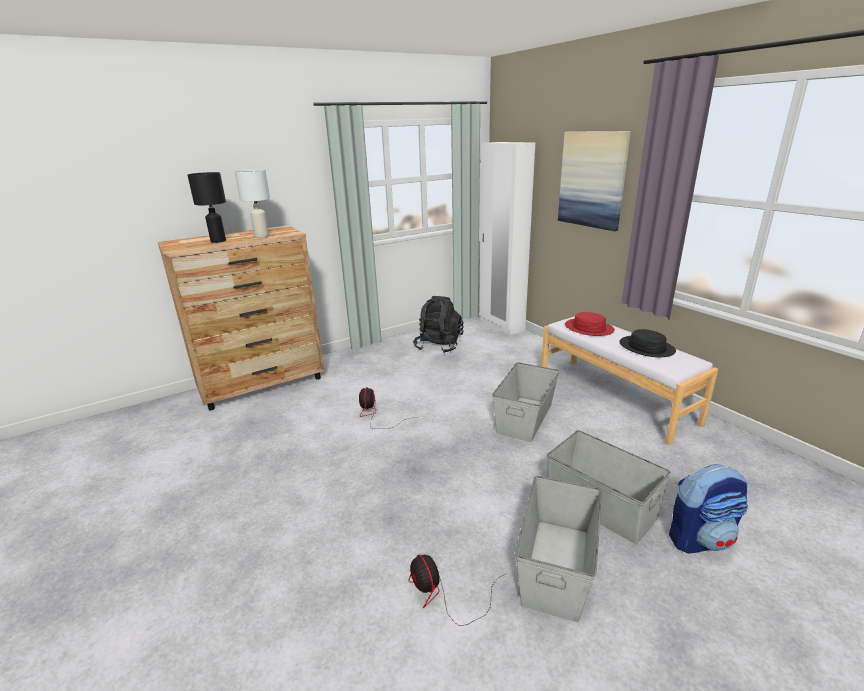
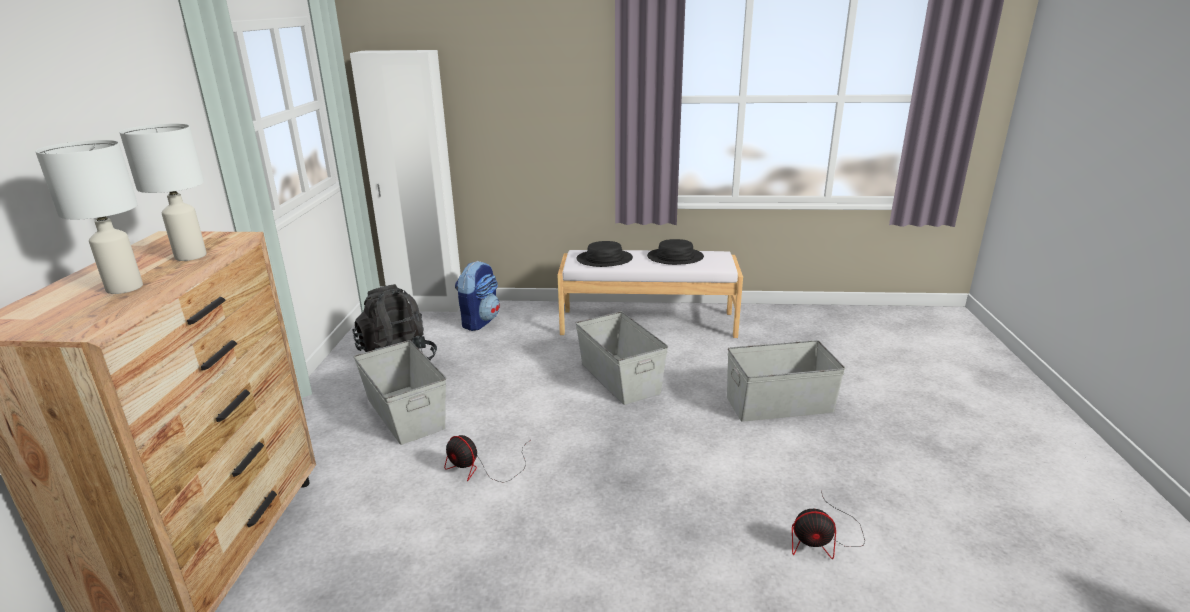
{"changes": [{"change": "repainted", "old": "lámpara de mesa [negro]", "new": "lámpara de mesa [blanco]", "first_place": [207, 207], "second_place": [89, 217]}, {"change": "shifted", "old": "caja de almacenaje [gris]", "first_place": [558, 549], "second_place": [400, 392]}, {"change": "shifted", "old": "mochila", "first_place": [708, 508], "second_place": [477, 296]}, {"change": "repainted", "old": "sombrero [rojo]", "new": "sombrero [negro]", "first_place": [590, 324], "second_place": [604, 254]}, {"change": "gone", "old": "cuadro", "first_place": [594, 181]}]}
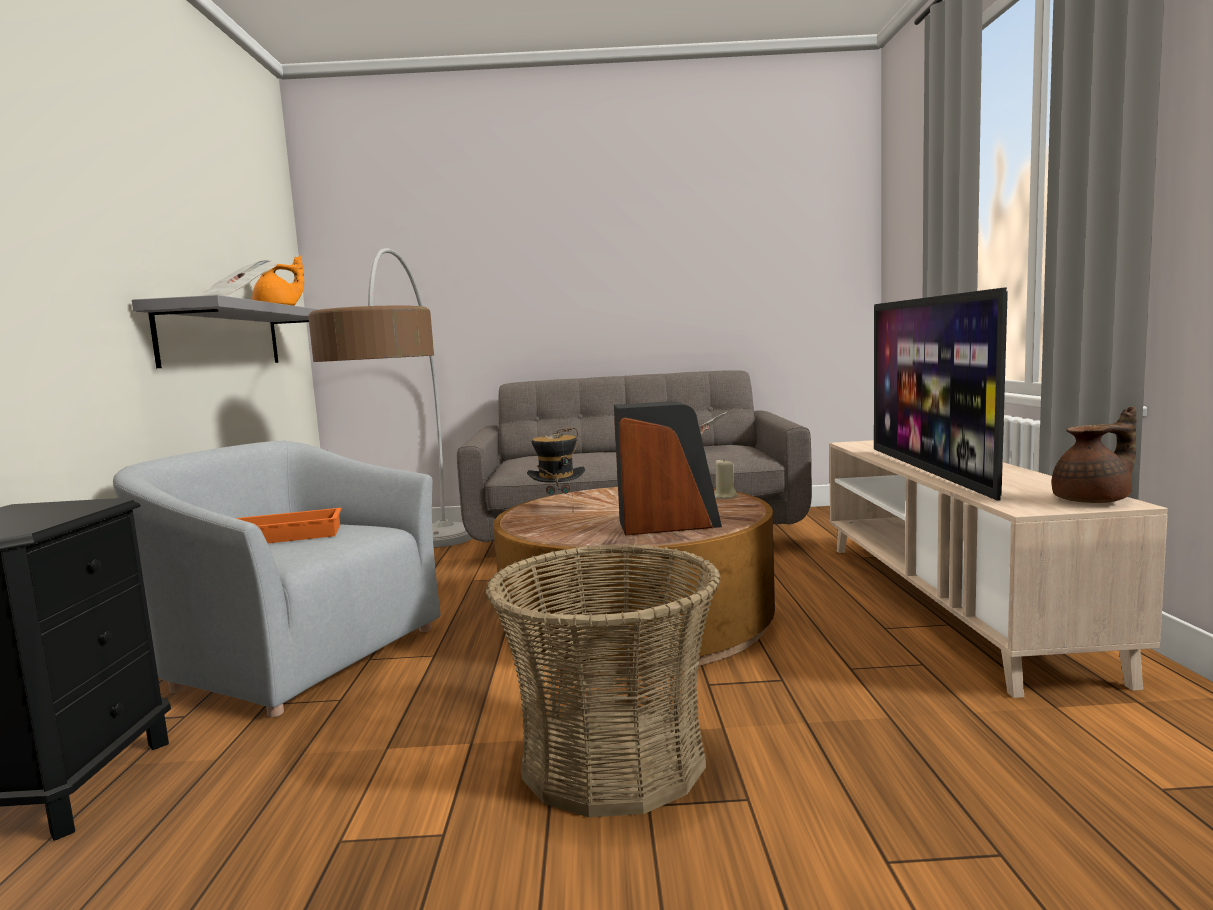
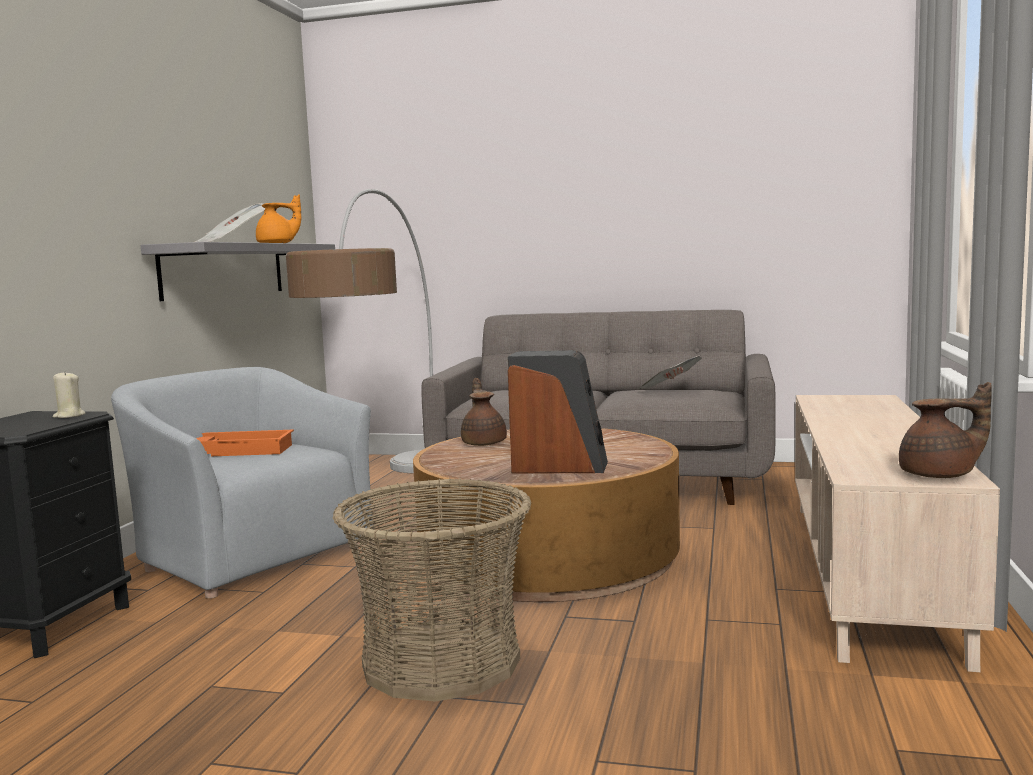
{"changes": [{"change": "shifted", "old": "vela [beis]", "first_place": [725, 478], "second_place": [69, 394]}, {"change": "swapped", "old": "sombrero", "new": "tetera [marrón]", "first_place": [556, 469], "second_place": [484, 412]}, {"change": "gone", "old": "televisor", "first_place": [941, 394]}]}
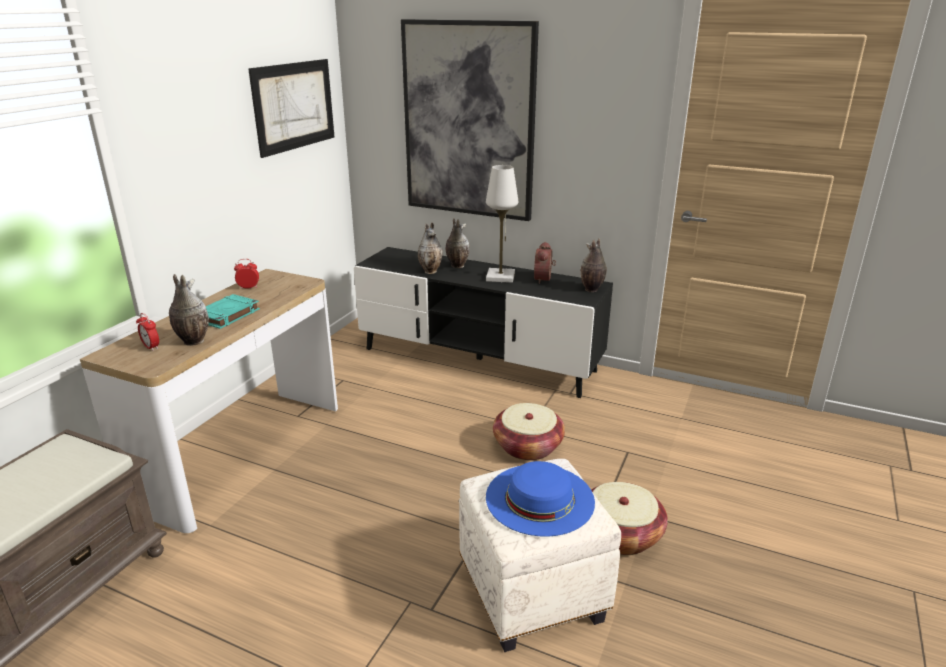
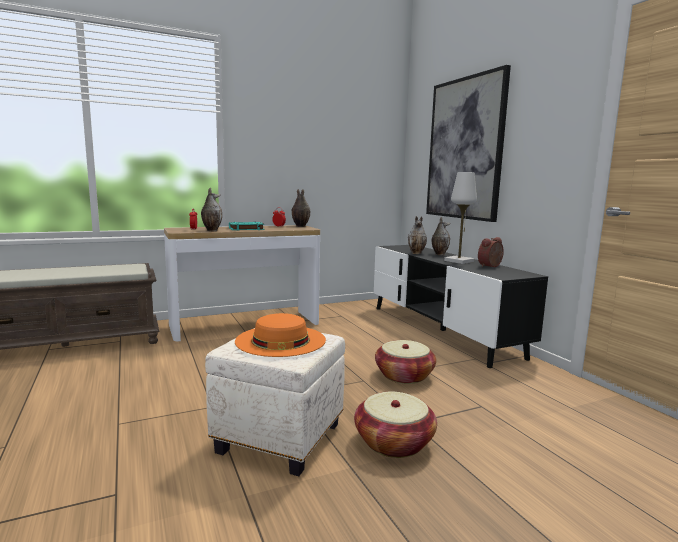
{"changes": [{"change": "repainted", "old": "sombrero [azul]", "new": "sombrero [naranja]", "first_place": [540, 499], "second_place": [280, 335]}, {"change": "shifted", "old": "florero", "first_place": [593, 265], "second_place": [301, 208]}, {"change": "gone", "old": "cuadro", "first_place": [291, 108]}]}
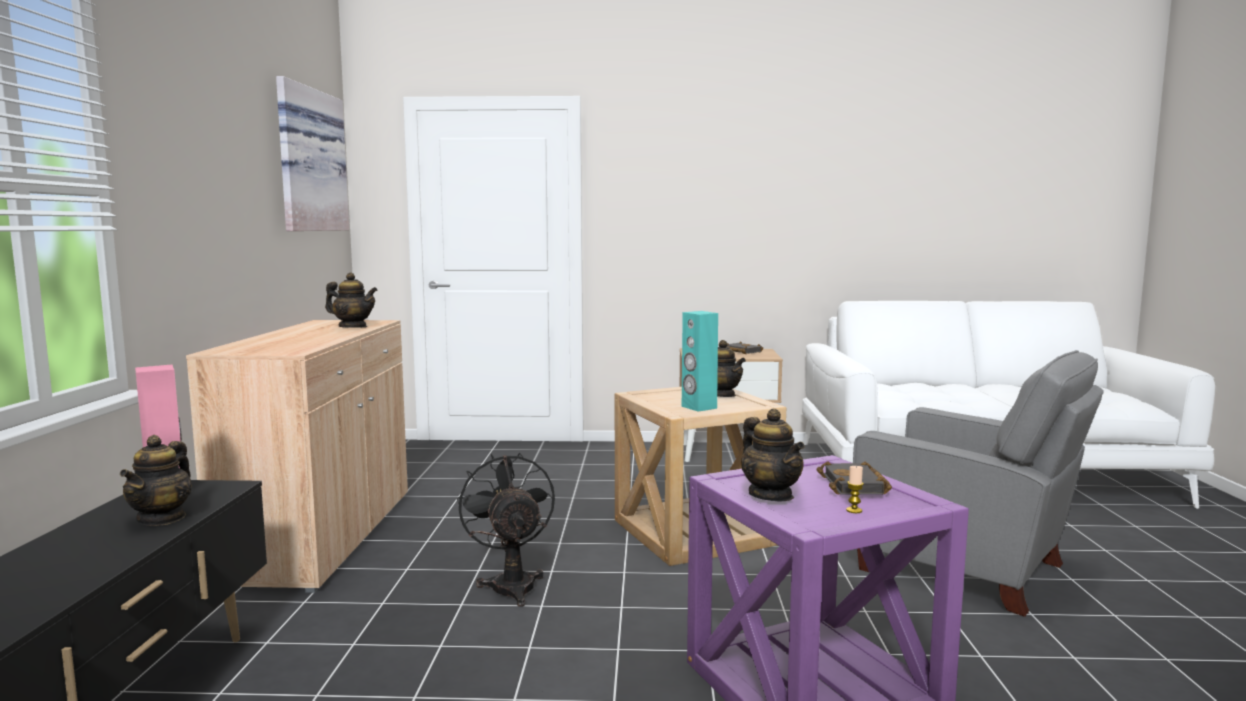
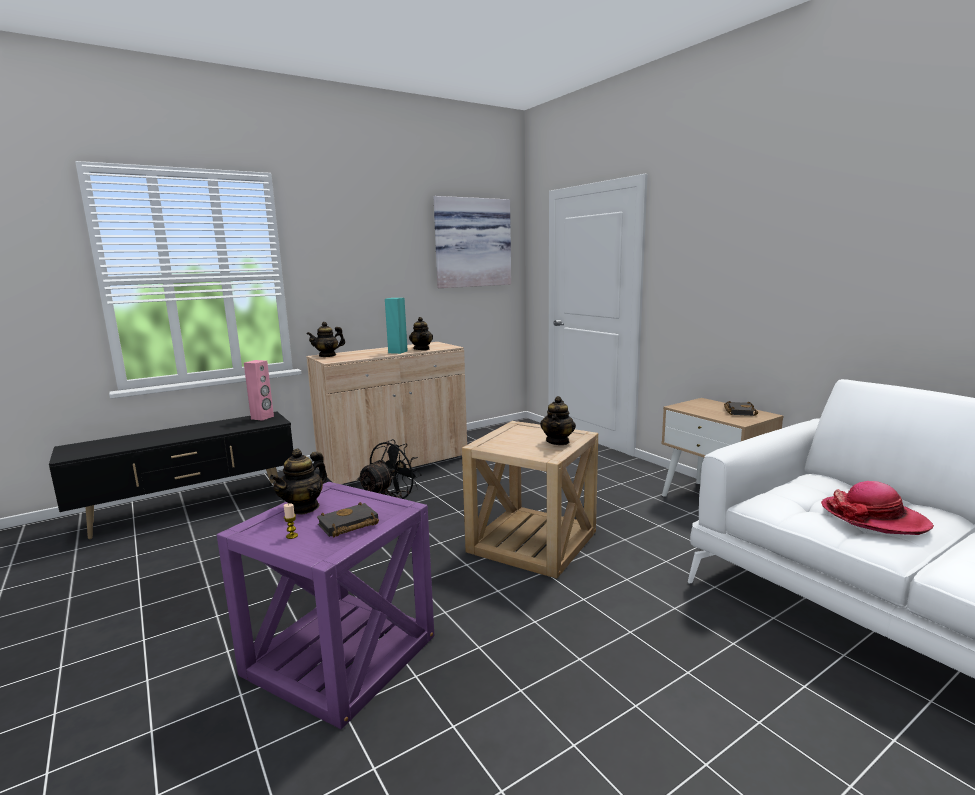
{"changes": [{"change": "shifted", "old": "tetera", "first_place": [155, 480], "second_place": [326, 339]}, {"change": "shifted", "old": "altavoz [turquesa]", "first_place": [700, 361], "second_place": [396, 326]}, {"change": "new", "new": "sombrero", "second_place": [877, 508]}, {"change": "gone", "old": "sillón [gris]", "first_place": [978, 483]}]}
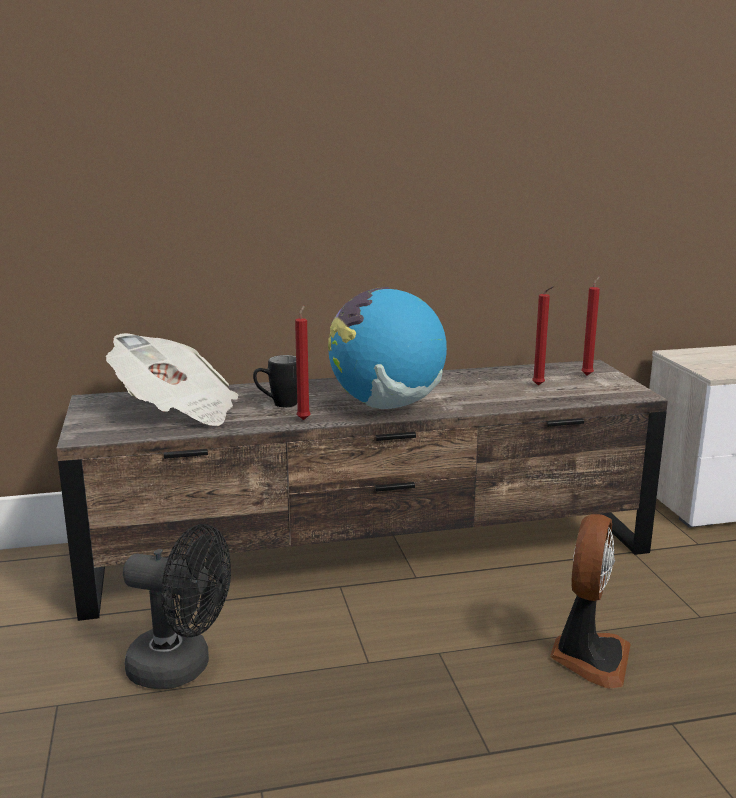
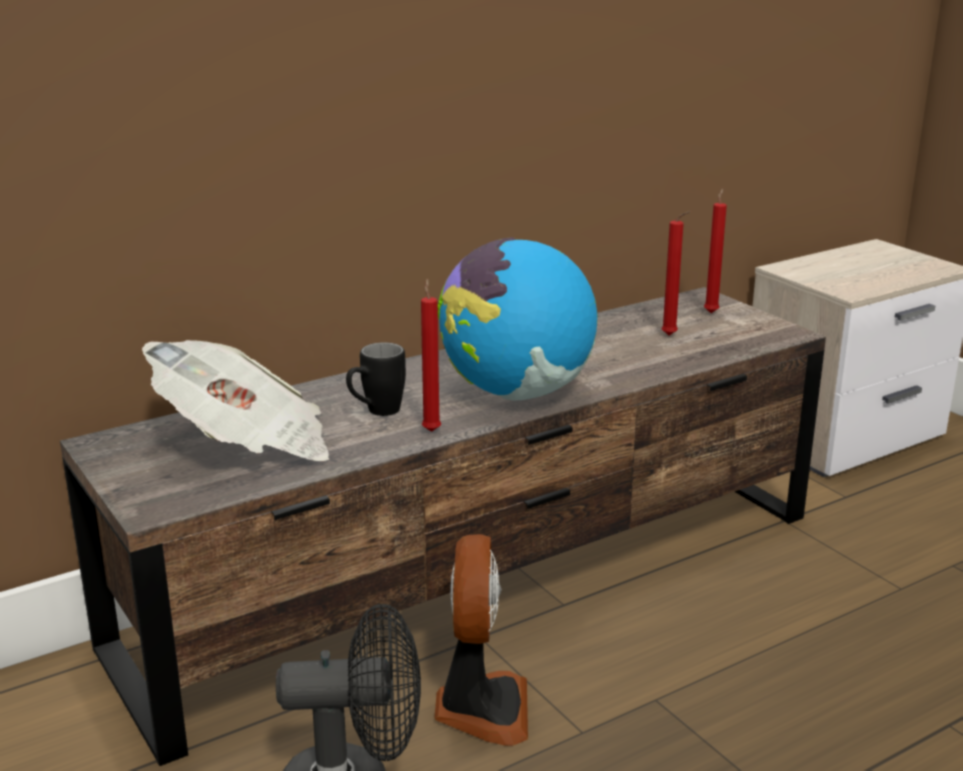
{"changes": [{"change": "shifted", "old": "ventilador", "first_place": [590, 601], "second_place": [481, 640]}]}
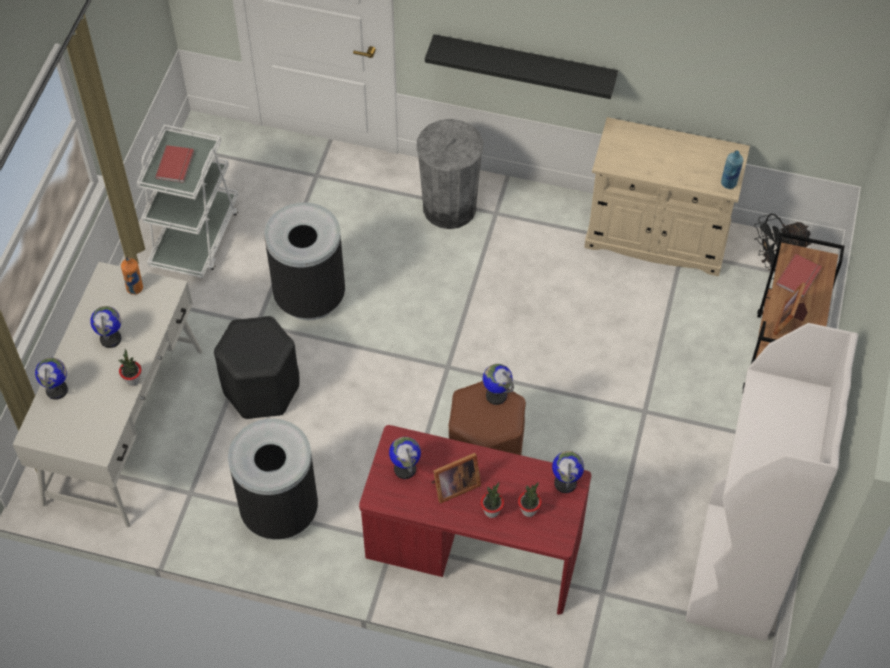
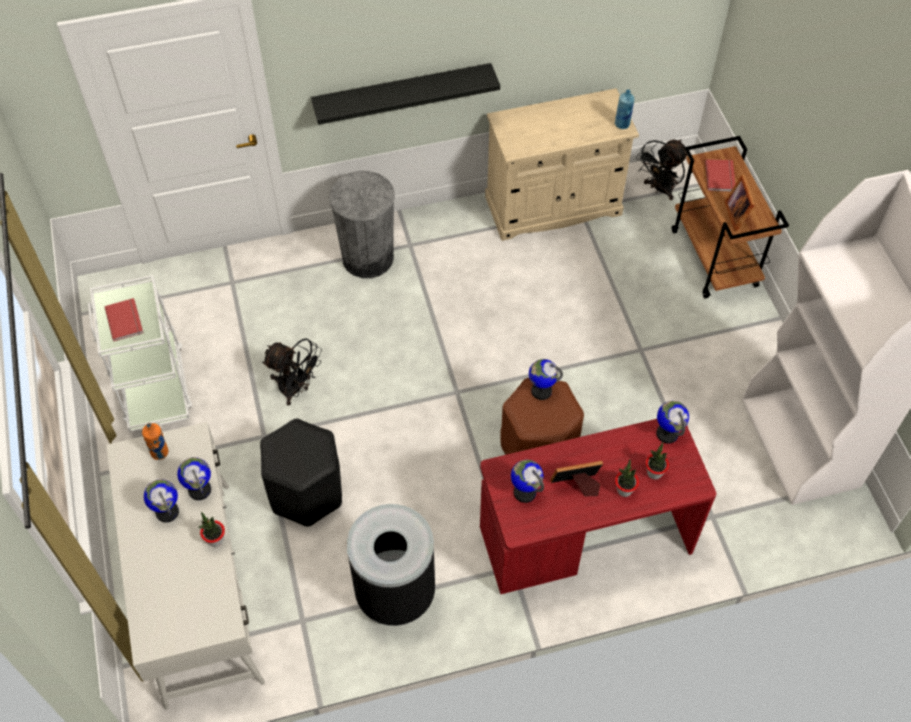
{"changes": [{"change": "shifted", "old": "globo terráqueo", "first_place": [51, 378], "second_place": [194, 478]}, {"change": "swapped", "old": "papelera [negro]", "new": "ventilador [negro]", "first_place": [304, 261], "second_place": [292, 371]}, {"change": "rotated", "old": "portarretratos", "first_place": [456, 478], "second_place": [576, 479], "degrees": -135}]}
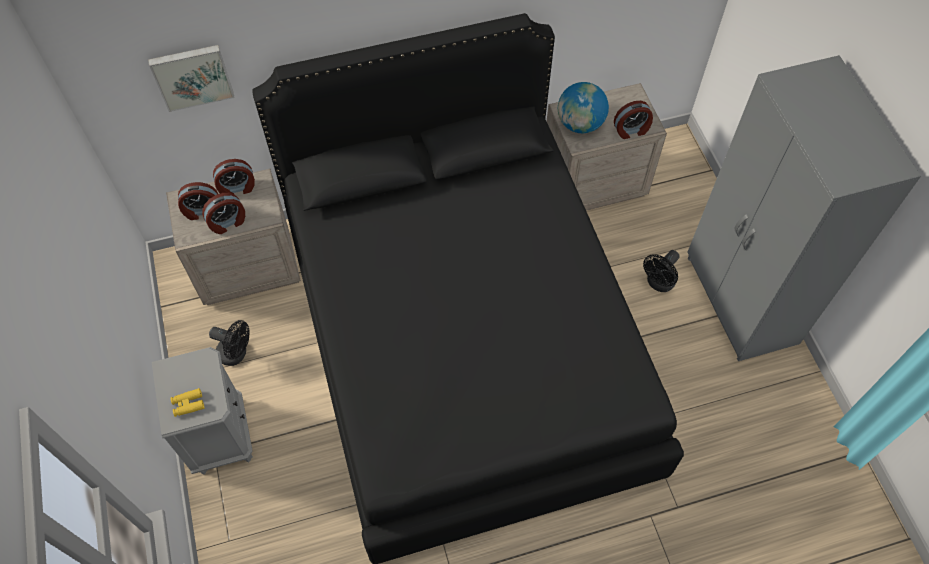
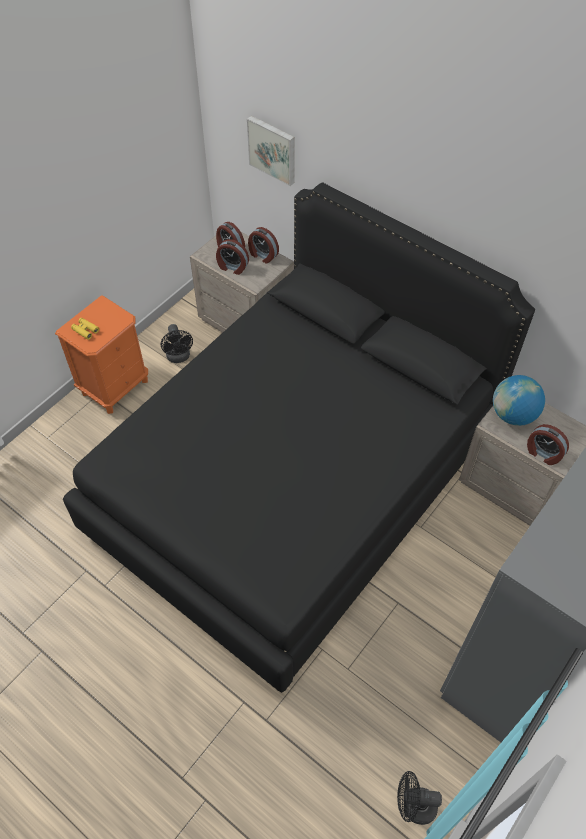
{"changes": [{"change": "repainted", "old": "mesita de noche [gris]", "new": "mesita de noche [naranja]", "first_place": [202, 411], "second_place": [101, 354]}, {"change": "shifted", "old": "ventilador [negro]", "first_place": [661, 271], "second_place": [419, 798]}]}
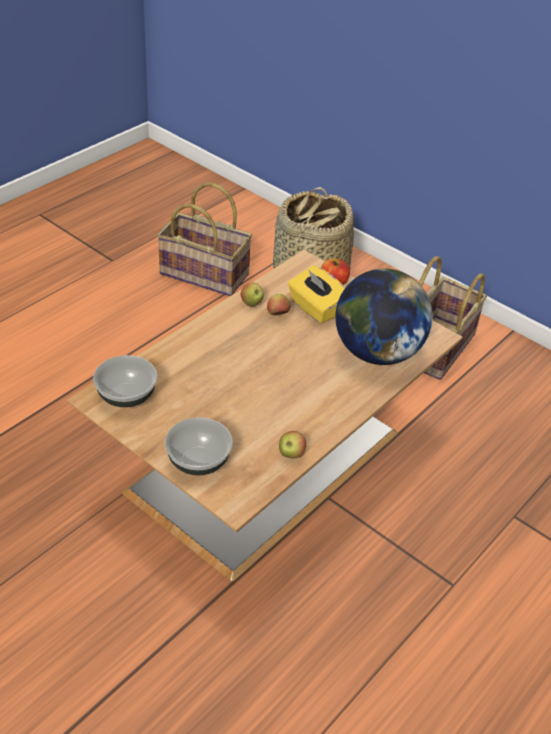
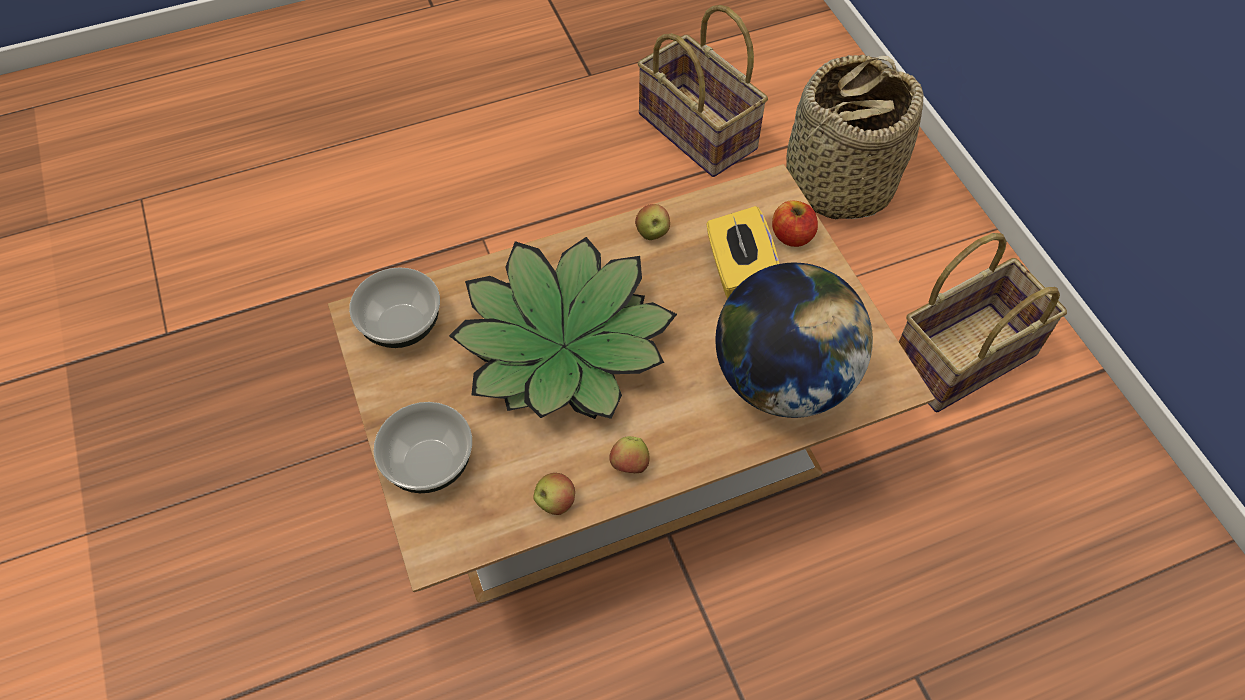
{"changes": [{"change": "new", "new": "planta en maceta", "second_place": [563, 328]}, {"change": "shifted", "old": "manzana", "first_place": [278, 304], "second_place": [630, 454]}]}
